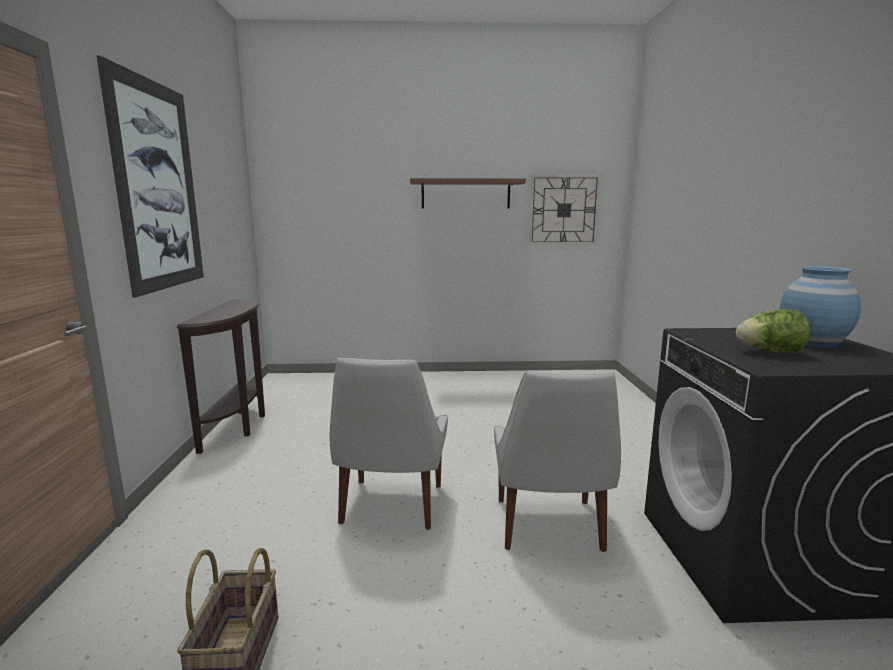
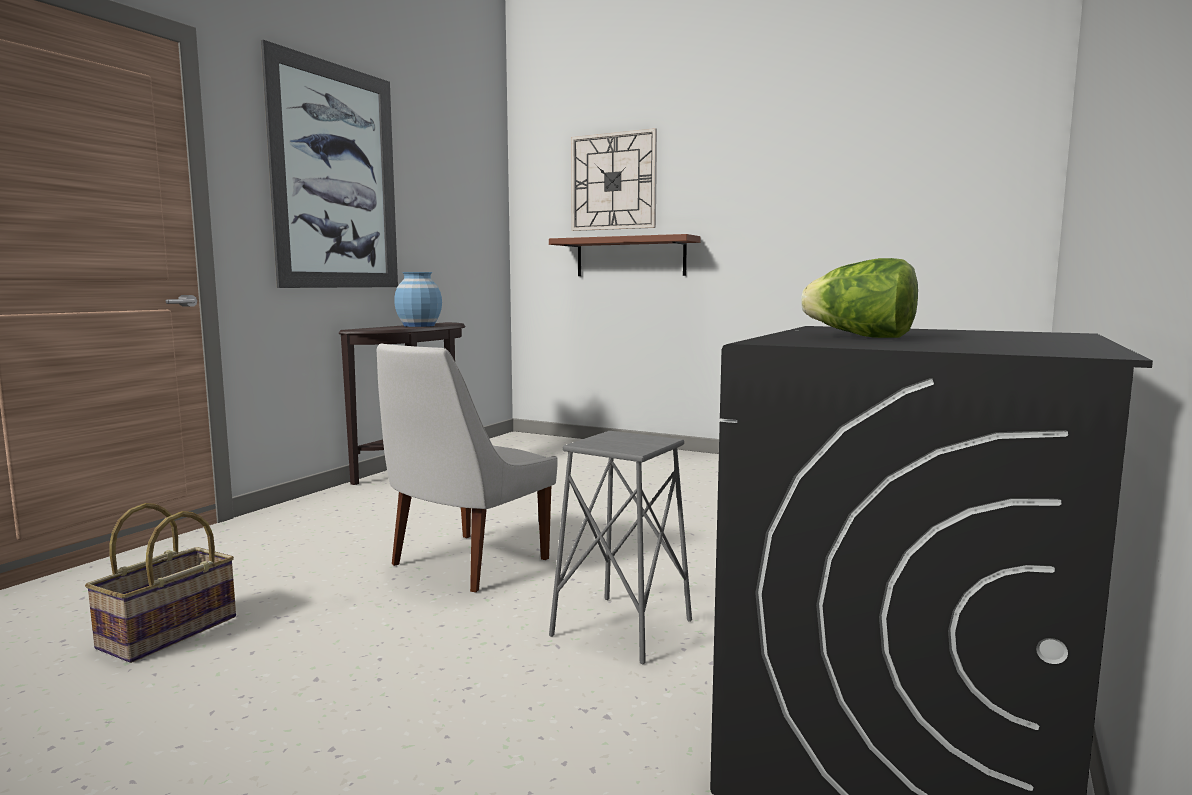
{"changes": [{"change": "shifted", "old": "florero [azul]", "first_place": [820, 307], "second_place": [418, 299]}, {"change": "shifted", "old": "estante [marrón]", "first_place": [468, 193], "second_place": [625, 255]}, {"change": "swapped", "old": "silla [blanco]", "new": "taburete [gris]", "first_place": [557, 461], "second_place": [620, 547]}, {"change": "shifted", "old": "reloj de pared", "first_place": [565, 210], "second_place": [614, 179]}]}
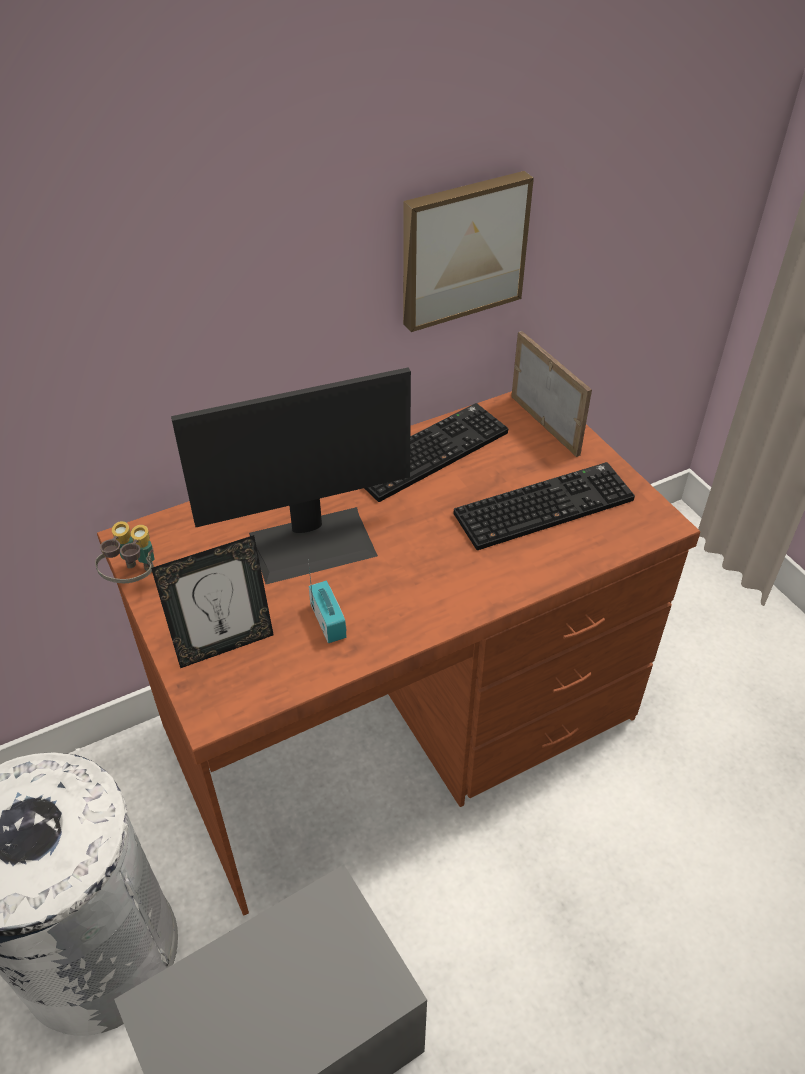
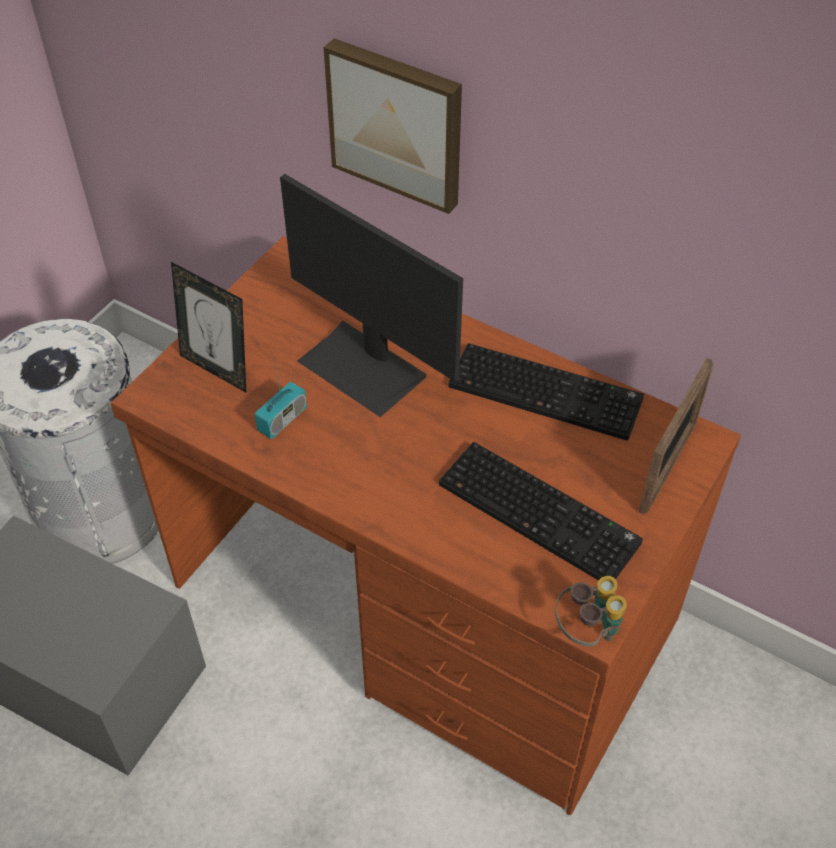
{"changes": [{"change": "shifted", "old": "cuadro", "first_place": [468, 251], "second_place": [393, 126]}, {"change": "shifted", "old": "prismáticos", "first_place": [124, 552], "second_place": [591, 611]}]}
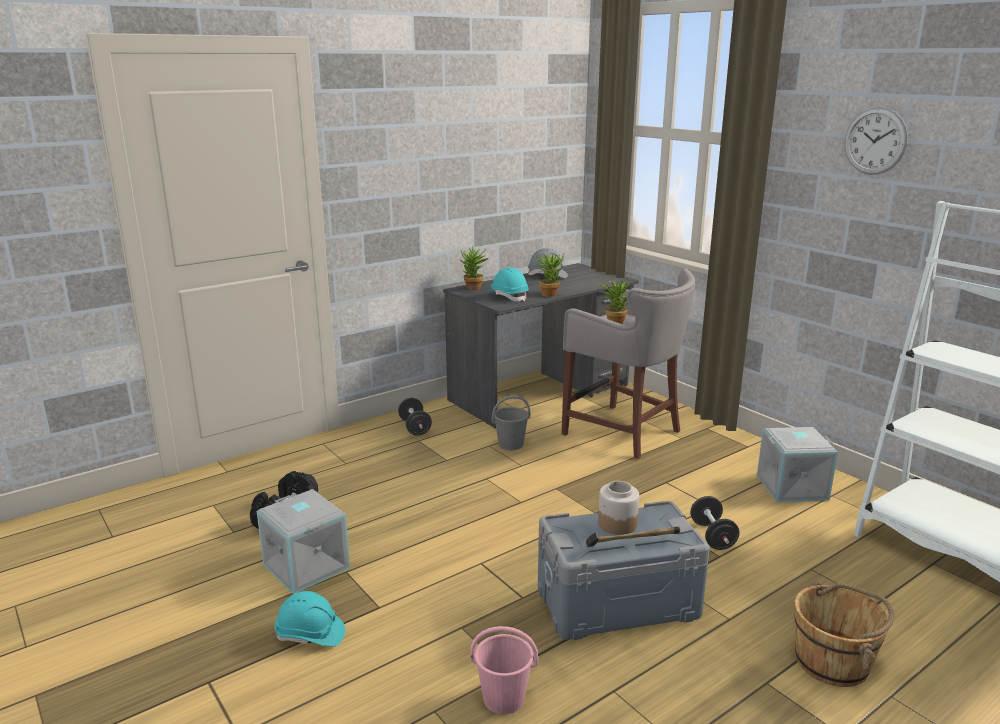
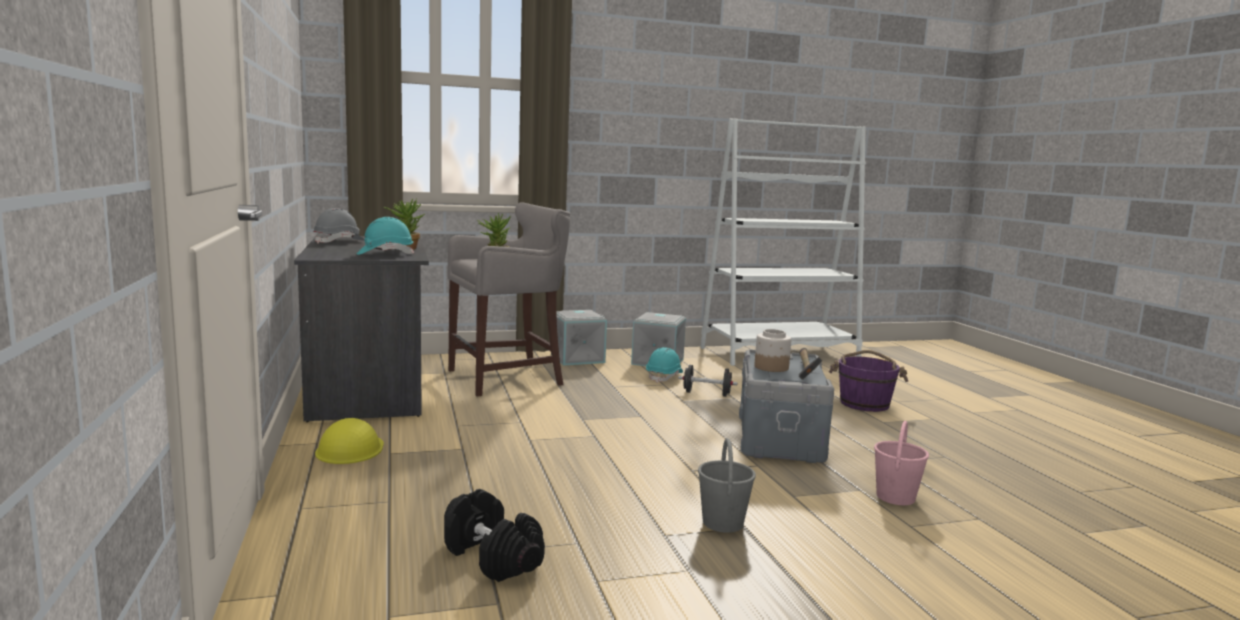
{"changes": [{"change": "swapped", "old": "mancuerna [negro]", "new": "casco [amarillo]", "first_place": [415, 417], "second_place": [349, 441]}, {"change": "shifted", "old": "caja de almacenaje [gris]", "first_place": [303, 541], "second_place": [579, 337]}, {"change": "shifted", "old": "casco [turquesa]", "first_place": [310, 619], "second_place": [664, 365]}, {"change": "shifted", "old": "cubo [gris]", "first_place": [511, 423], "second_place": [727, 485]}, {"change": "repainted", "old": "cubo [marrón]", "new": "cubo [morado]", "first_place": [844, 634], "second_place": [868, 381]}, {"change": "gone", "old": "planta en maceta", "first_place": [474, 268]}, {"change": "gone", "old": "reloj de pared", "first_place": [876, 141]}]}
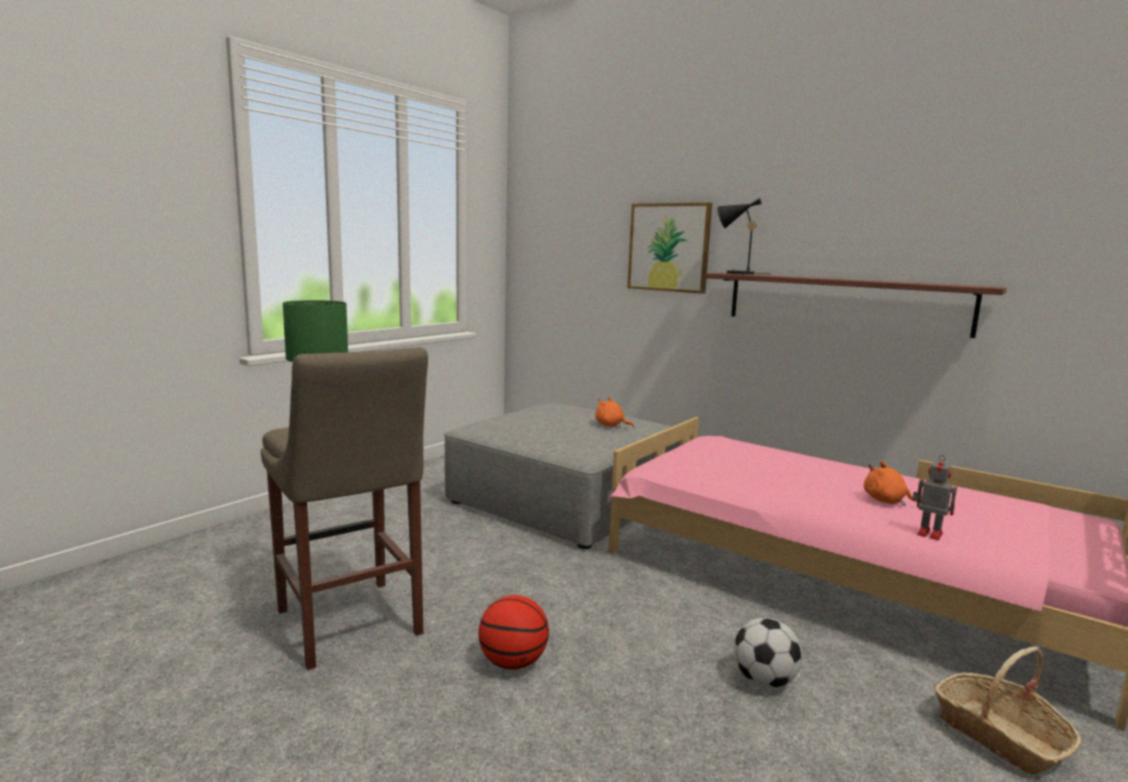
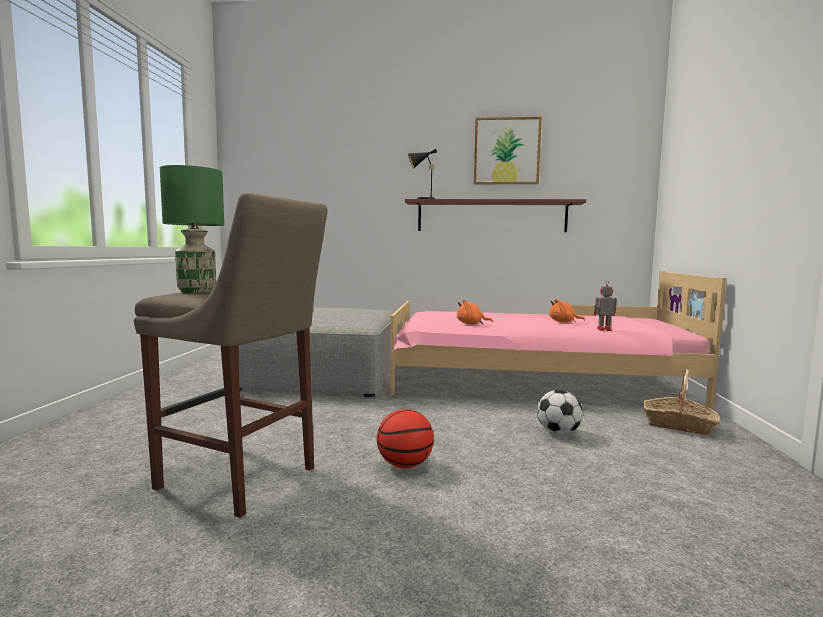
{"changes": [{"change": "shifted", "old": "peluche [naranja]", "first_place": [614, 412], "second_place": [475, 312]}, {"change": "shifted", "old": "cuadro", "first_place": [669, 248], "second_place": [508, 150]}]}
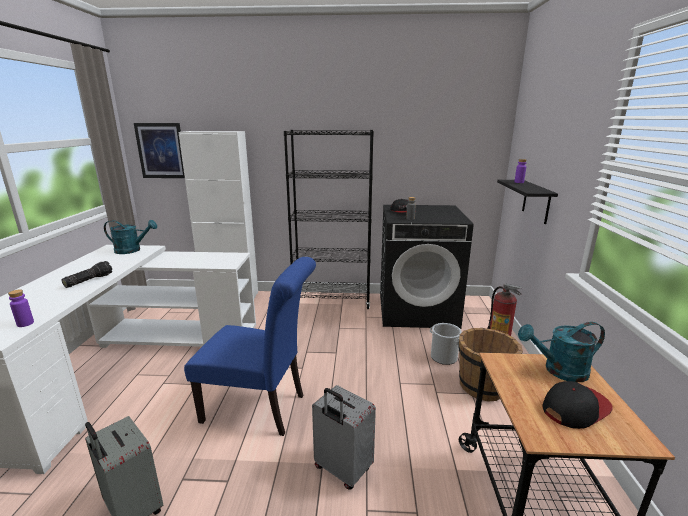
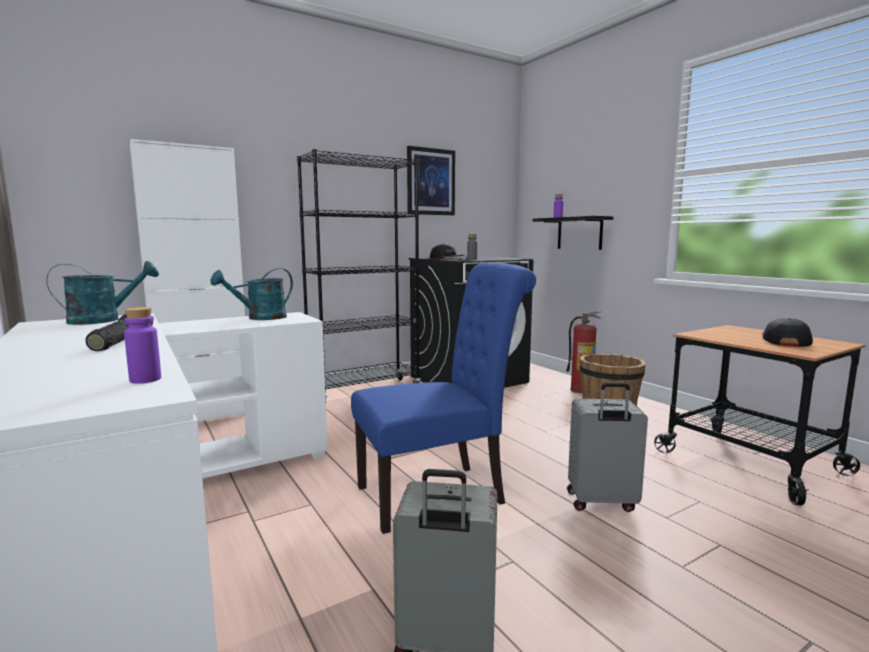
{"changes": [{"change": "shifted", "old": "regadera [turquesa]", "first_place": [561, 352], "second_place": [252, 294]}, {"change": "shifted", "old": "cuadro", "first_place": [159, 150], "second_place": [431, 180]}, {"change": "gone", "old": "cubo", "first_place": [446, 344]}]}
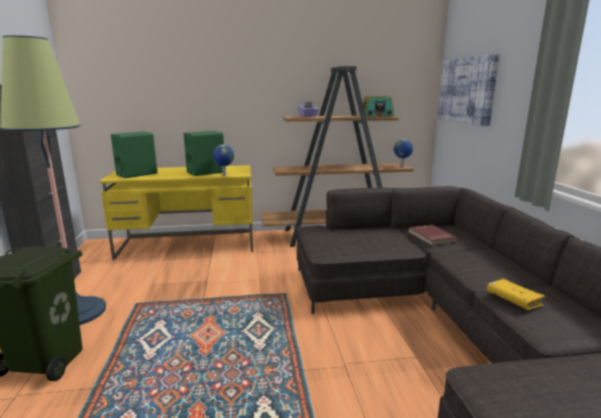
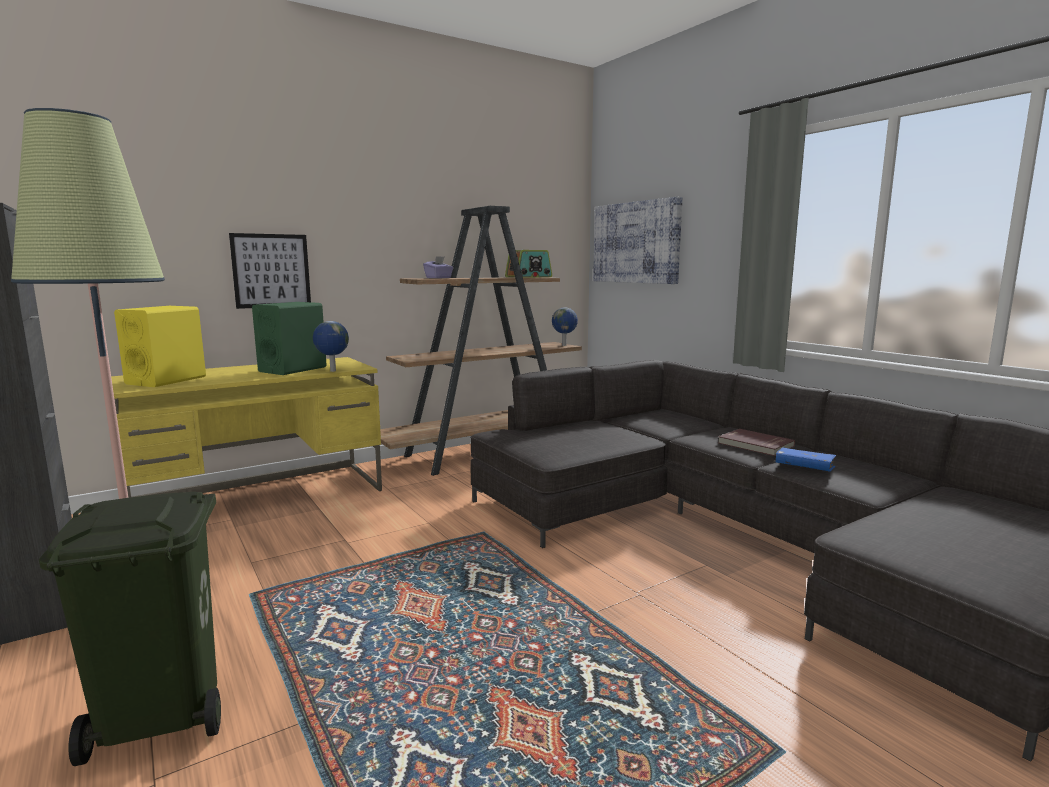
{"changes": [{"change": "repainted", "old": "altavoz [verde]", "new": "altavoz [amarillo]", "first_place": [134, 155], "second_place": [160, 346]}, {"change": "new", "new": "cuadro", "second_place": [270, 271]}, {"change": "shifted", "old": "libro [rojo]", "first_place": [433, 235], "second_place": [756, 442]}, {"change": "repainted", "old": "libro [amarillo]", "new": "libro [azul]", "first_place": [516, 294], "second_place": [806, 459]}]}
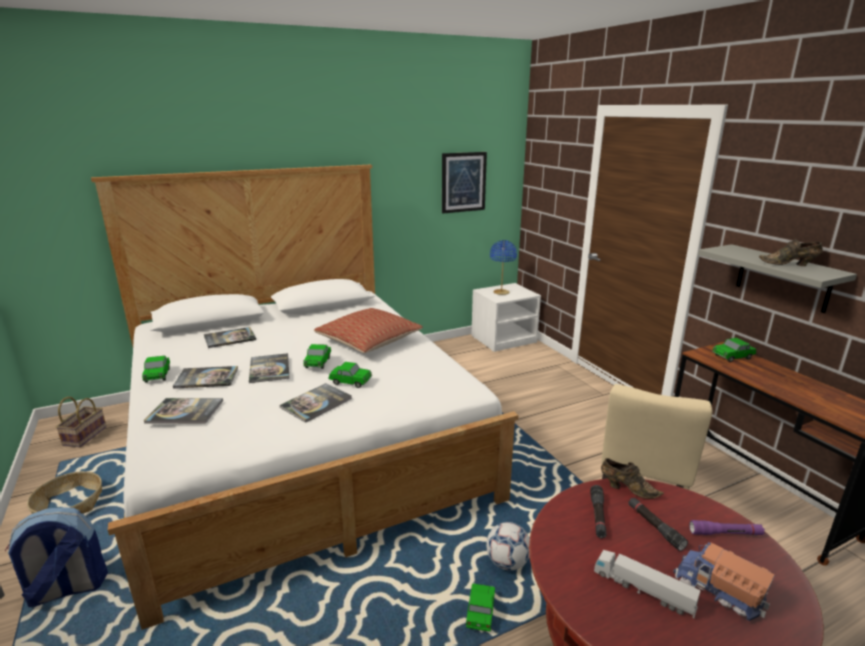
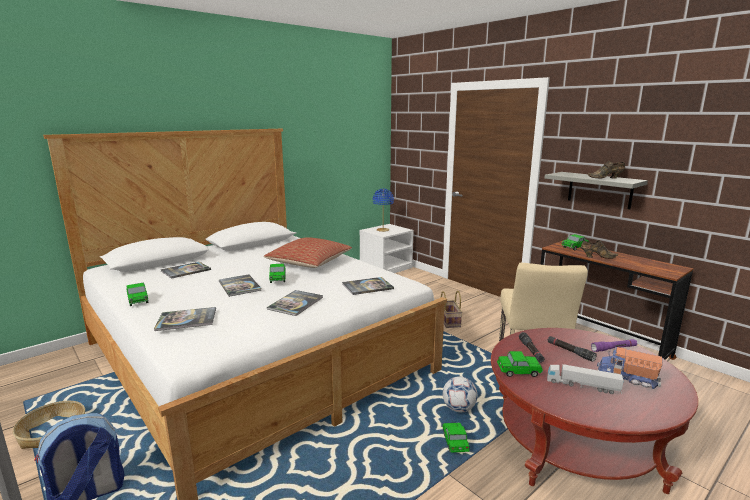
{"changes": [{"change": "shifted", "old": "libro", "first_place": [205, 377], "second_place": [368, 286]}, {"change": "shifted", "old": "cesta", "first_place": [81, 422], "second_place": [451, 309]}, {"change": "shifted", "old": "coche de juguete", "first_place": [350, 375], "second_place": [520, 364]}, {"change": "shifted", "old": "zapato [marrón]", "first_place": [632, 478], "second_place": [600, 249]}, {"change": "gone", "old": "cuadro", "first_place": [464, 182]}]}
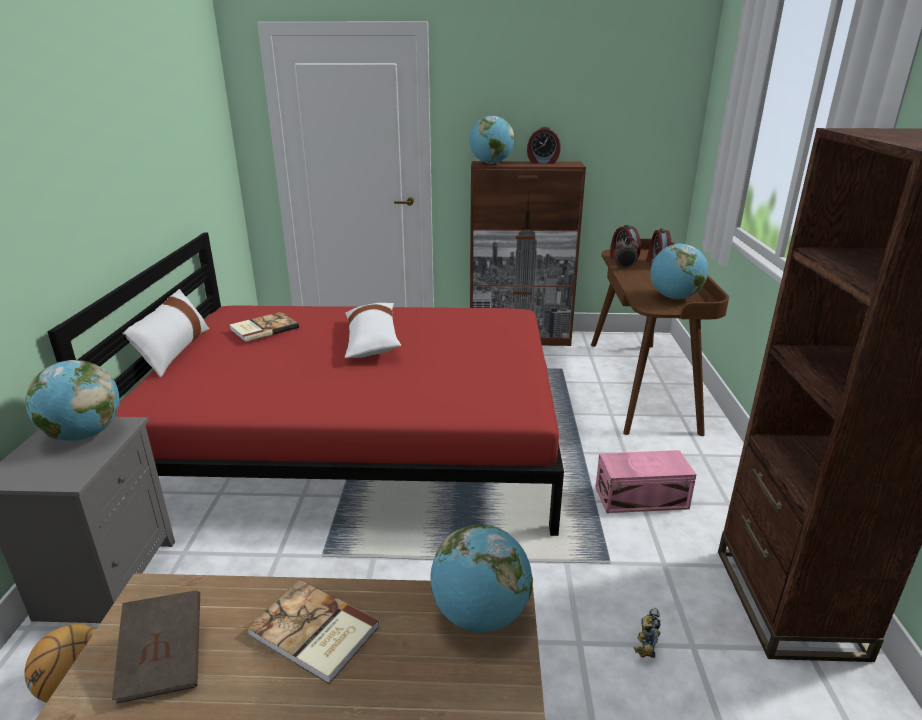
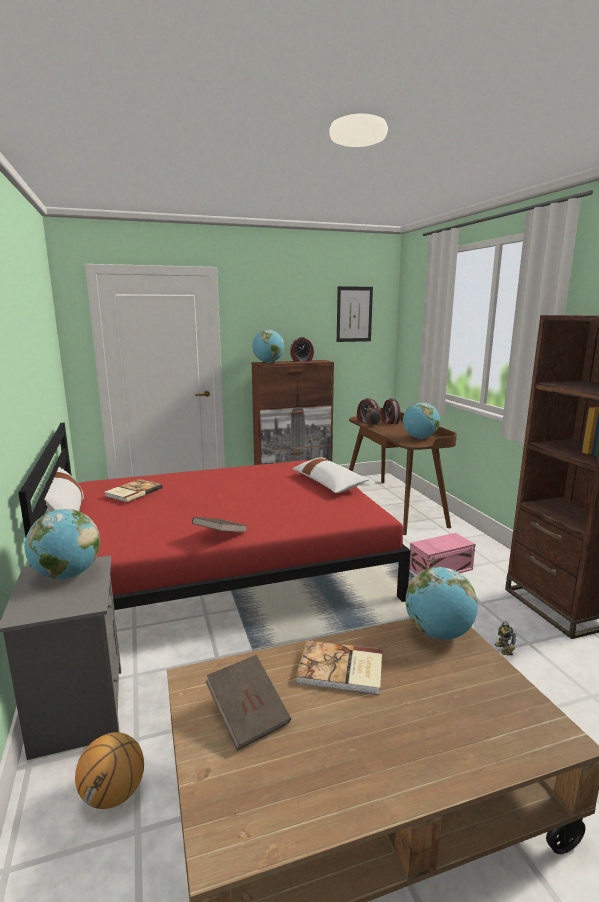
{"changes": [{"change": "new", "new": "libro [marrón]", "second_place": [220, 524]}, {"change": "shifted", "old": "cojín [blanco]", "first_place": [373, 330], "second_place": [330, 475]}, {"change": "new", "new": "cuadro", "second_place": [355, 314]}]}
